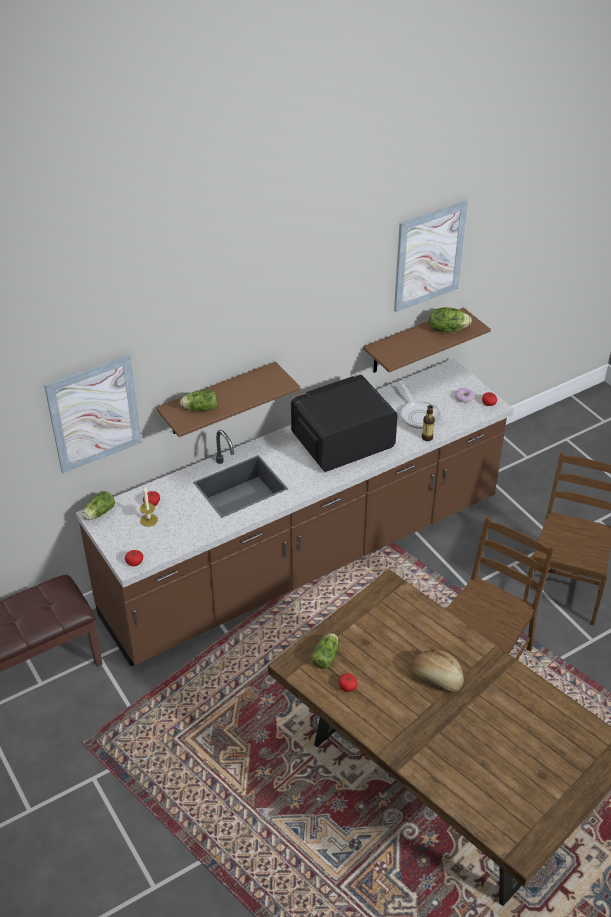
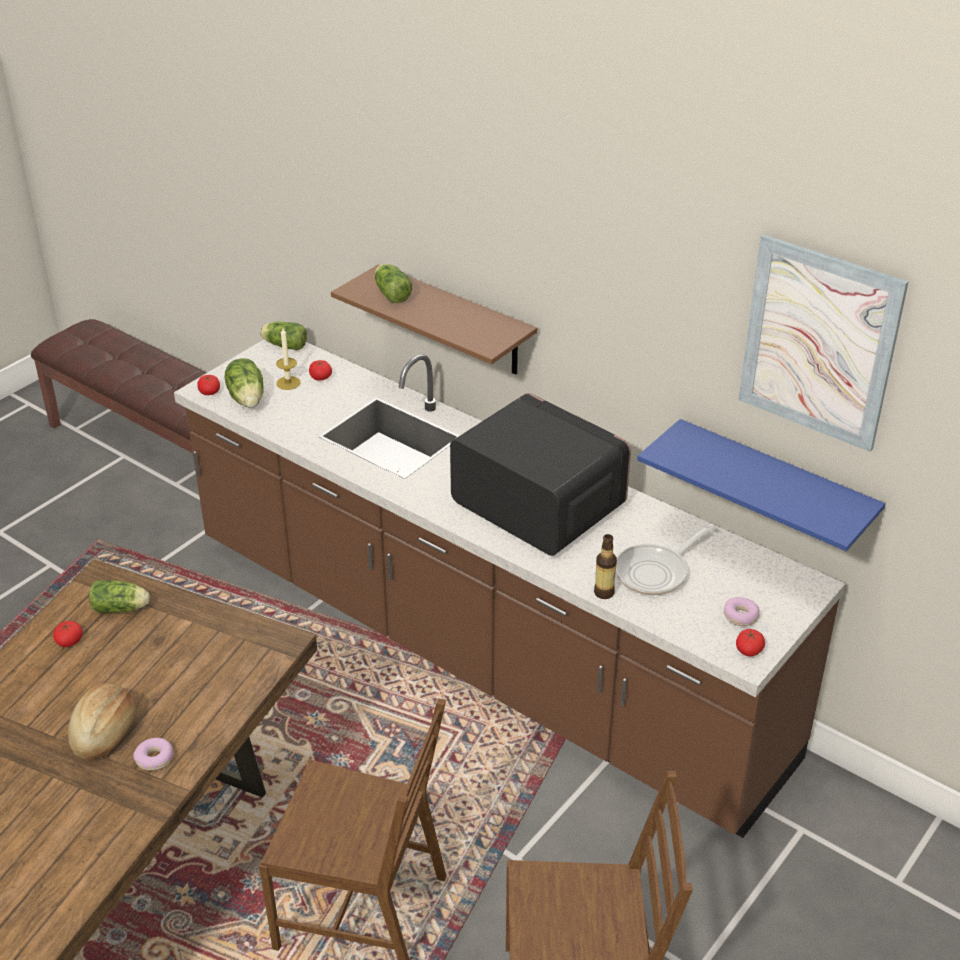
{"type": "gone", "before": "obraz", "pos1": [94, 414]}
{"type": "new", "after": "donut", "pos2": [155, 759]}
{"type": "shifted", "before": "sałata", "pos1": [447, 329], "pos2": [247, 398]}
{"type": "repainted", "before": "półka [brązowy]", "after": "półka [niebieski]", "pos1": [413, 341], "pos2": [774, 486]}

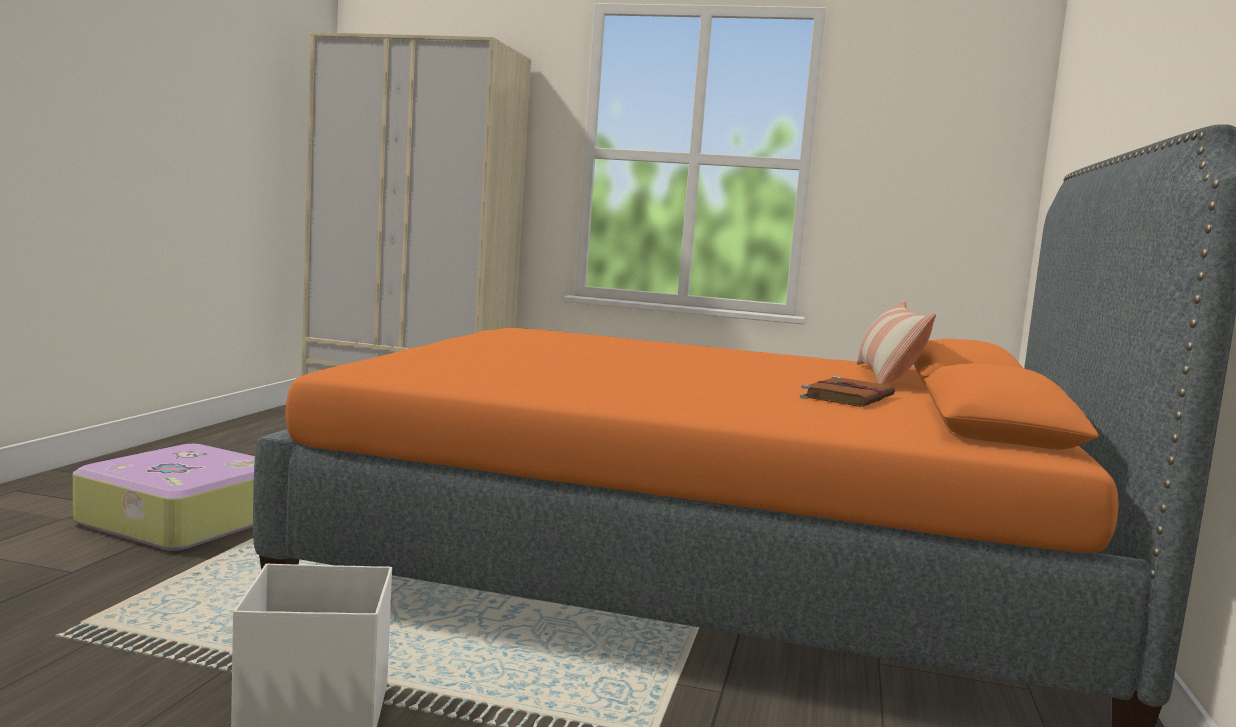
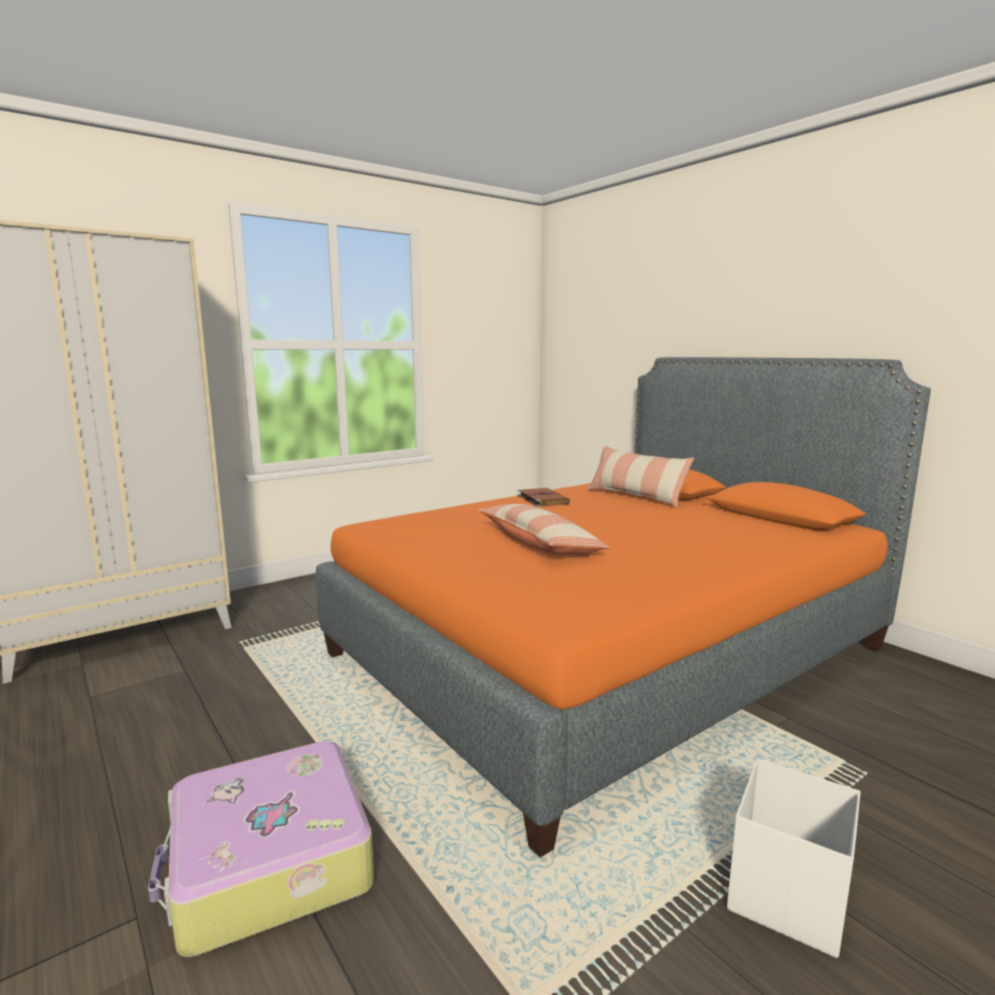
{"type": "new", "after": "poduszka", "pos2": [539, 544]}
{"type": "shifted", "before": "książka [brązowy]", "pos1": [848, 397], "pos2": [542, 499]}

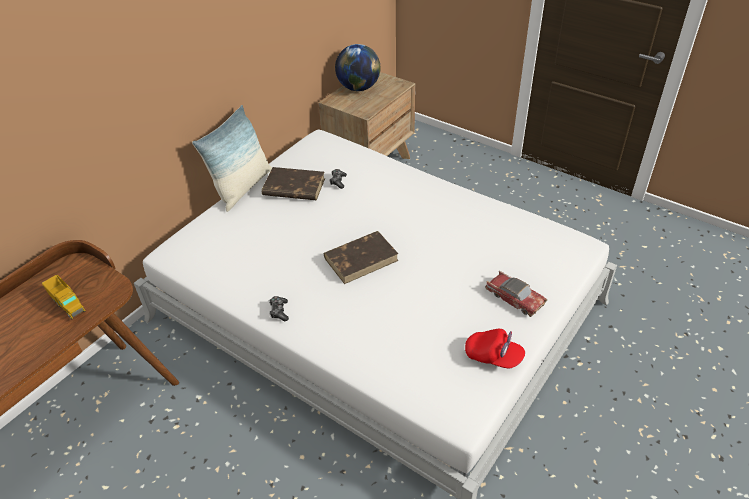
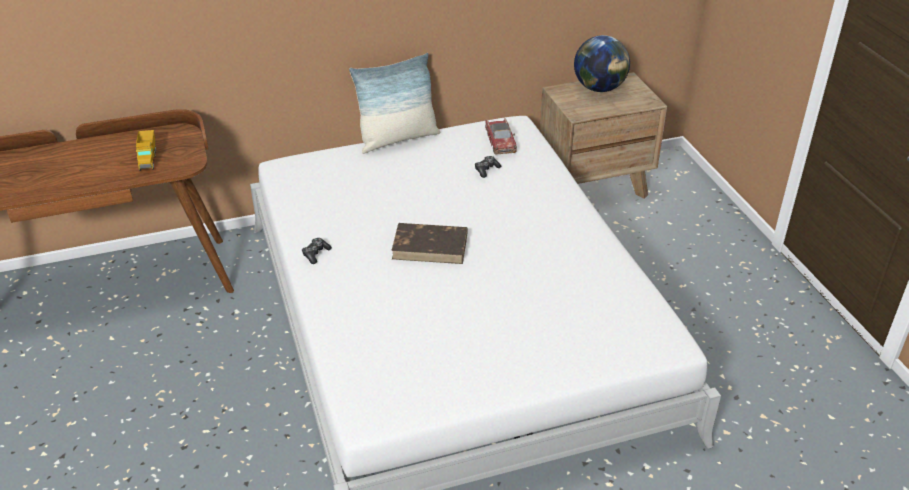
{"type": "gone", "before": "książka [brązowy]", "pos1": [293, 187]}
{"type": "gone", "before": "czapka z daszkiem [czerwony]", "pos1": [493, 356]}
{"type": "shifted", "before": "samochodzik", "pos1": [514, 298], "pos2": [500, 141]}

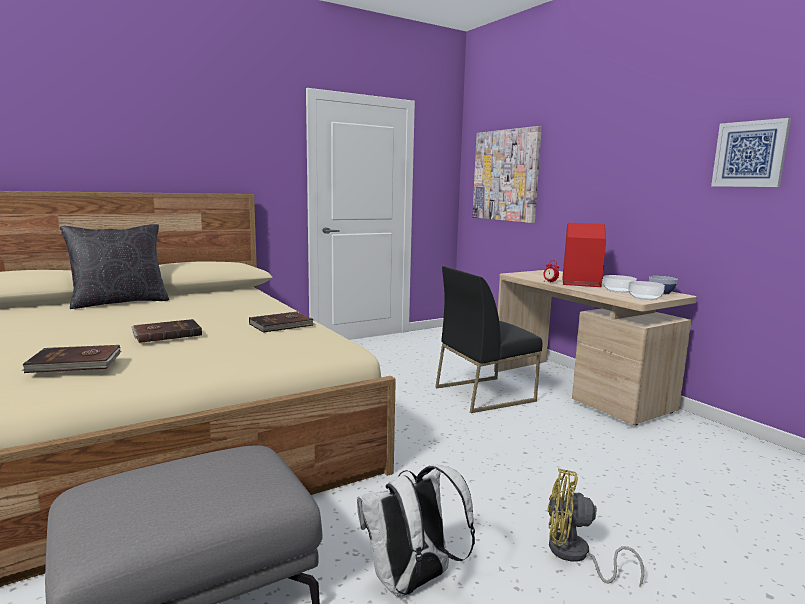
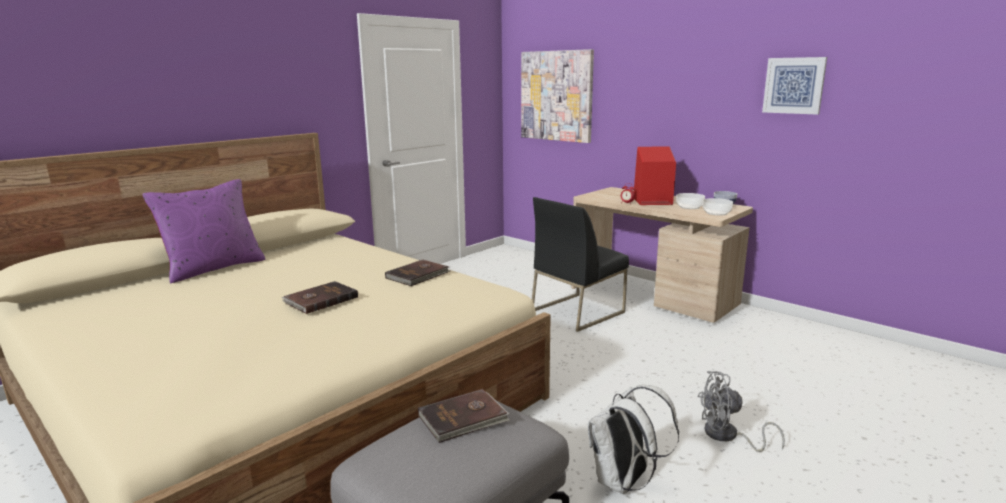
{"type": "shifted", "before": "książka [brązowy]", "pos1": [75, 363], "pos2": [463, 419]}
{"type": "repainted", "before": "poduszka [czarny]", "after": "poduszka [fioletowy]", "pos1": [119, 302], "pos2": [214, 268]}
{"type": "repainted", "before": "wentylator [żółty]", "after": "wentylator [szary]", "pos1": [575, 555], "pos2": [727, 436]}

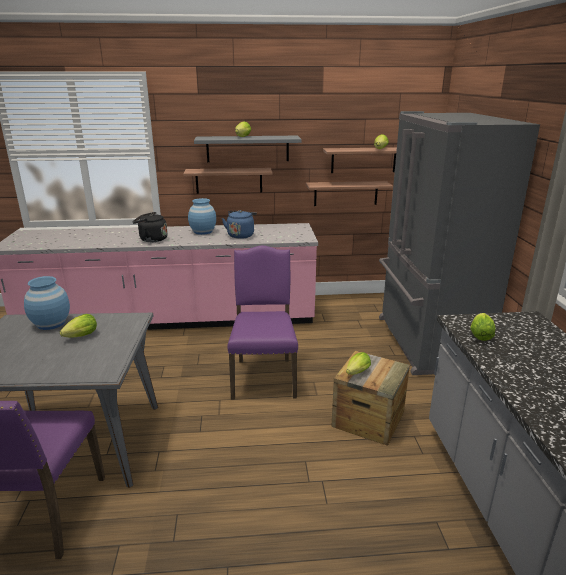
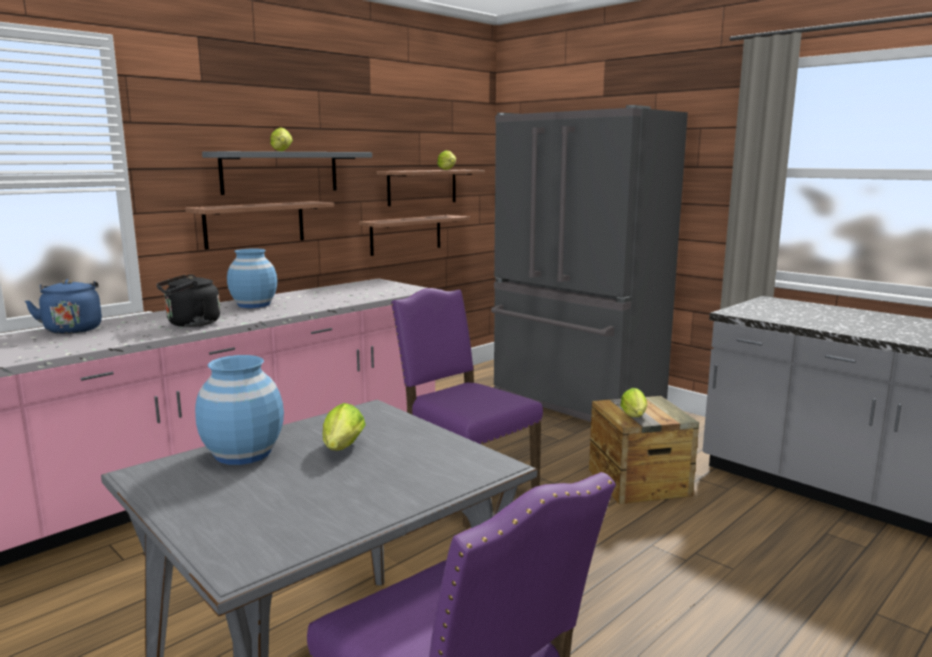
{"type": "gone", "before": "sałata", "pos1": [480, 335]}
{"type": "shifted", "before": "czajnik [niebieski]", "pos1": [241, 235], "pos2": [73, 329]}

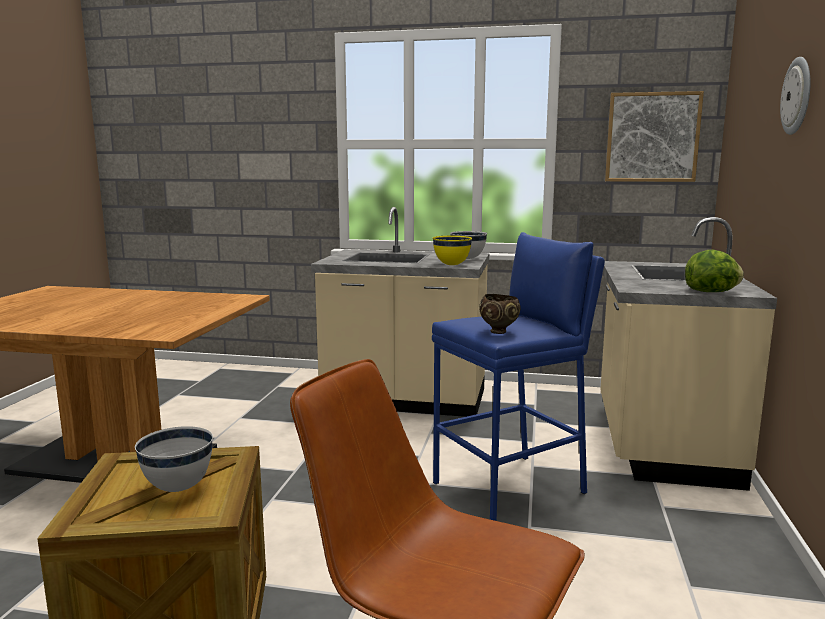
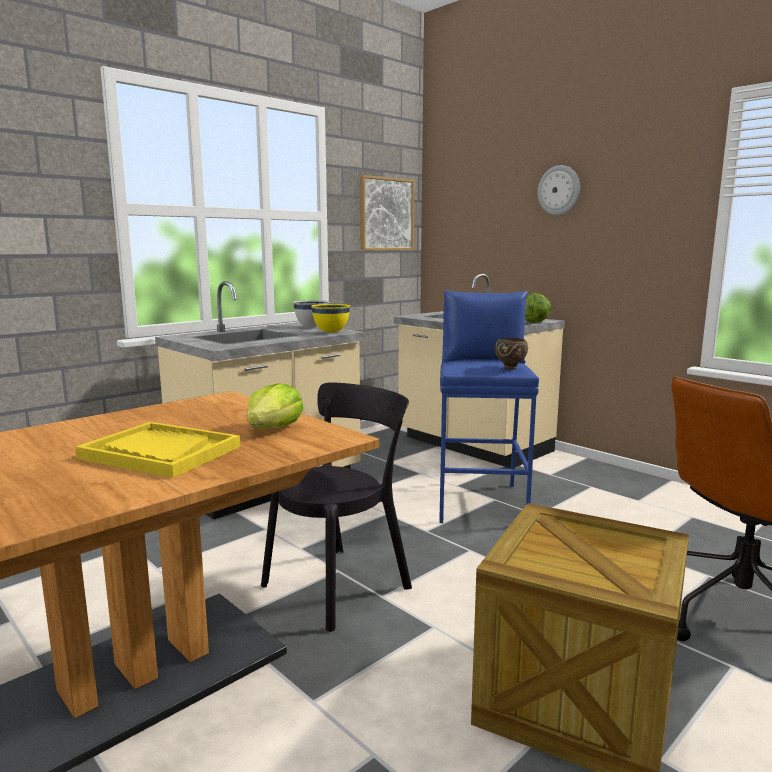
{"type": "gone", "before": "miska [biały]", "pos1": [178, 487]}
{"type": "new", "after": "taca [żółty]", "pos2": [160, 452]}
{"type": "new", "after": "sałata", "pos2": [273, 429]}
{"type": "new", "after": "krzesło [czarny]", "pos2": [341, 583]}

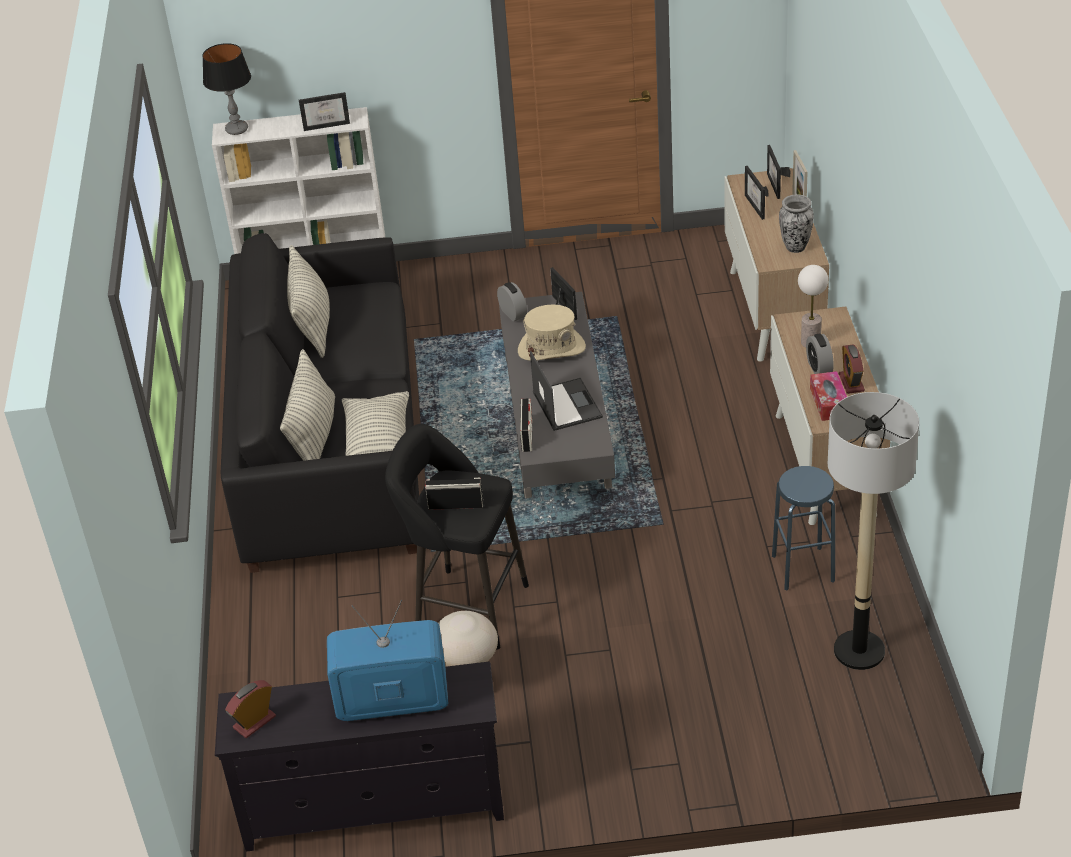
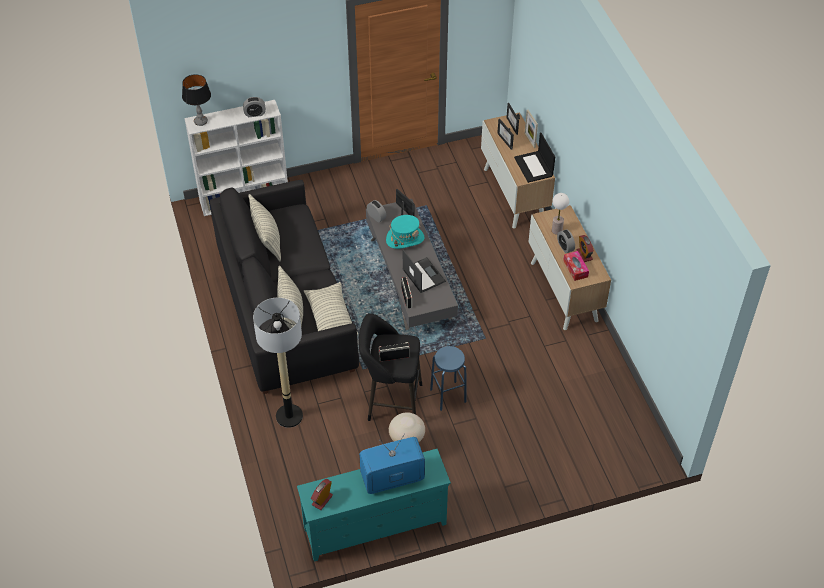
{"type": "shifted", "before": "stołek [niebieski]", "pos1": [803, 568], "pos2": [448, 395]}
{"type": "shifted", "before": "lampa stojąca", "pos1": [859, 651], "pos2": [289, 416]}
{"type": "swapped", "before": "ramka na zdjęcie", "after": "budzik", "pos1": [327, 124], "pos2": [255, 114]}
{"type": "swapped", "before": "wazon", "after": "laptop", "pos1": [795, 247], "pos2": [534, 167]}
{"type": "repainted", "before": "szafka pod telewizor [czarny]", "after": "szafka pod telewizor [turkusowy]", "pos1": [374, 808], "pos2": [375, 527]}
{"type": "repainted", "before": "kapelusz [beżowy]", "after": "kapelusz [turkusowy]", "pos1": [551, 349], "pos2": [405, 239]}

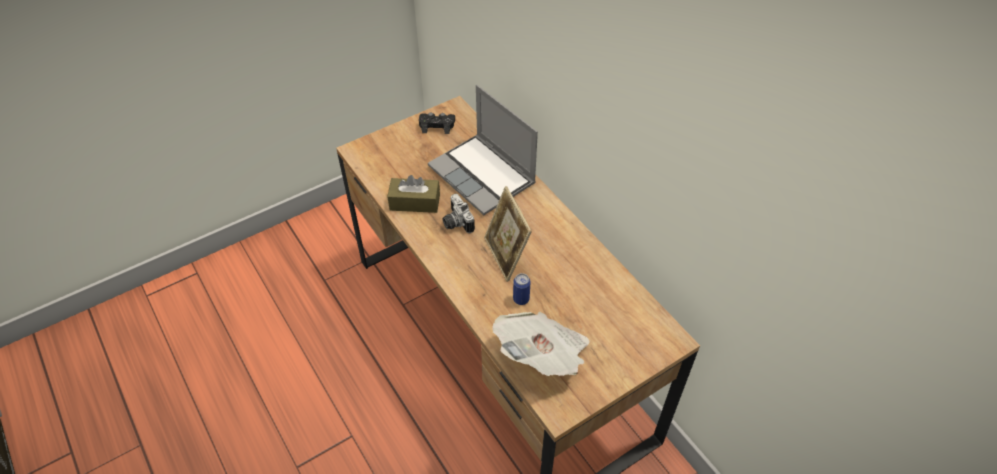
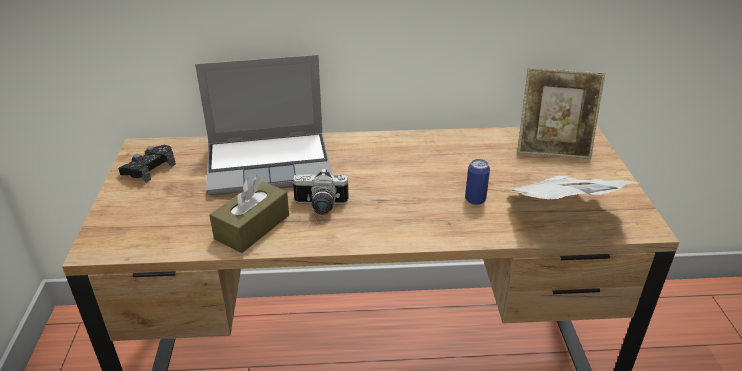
{"type": "shifted", "before": "ramka na zdjęcie", "pos1": [506, 256], "pos2": [553, 149]}

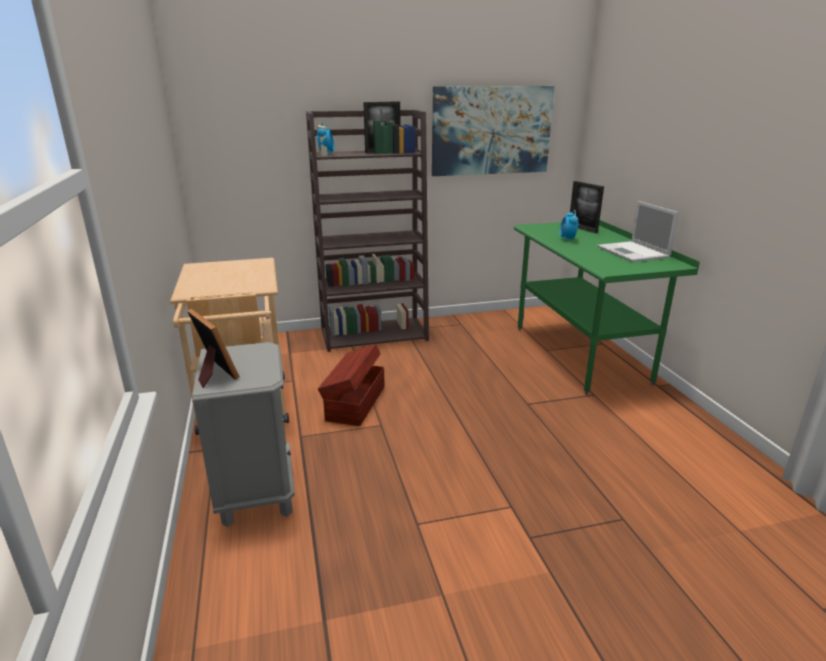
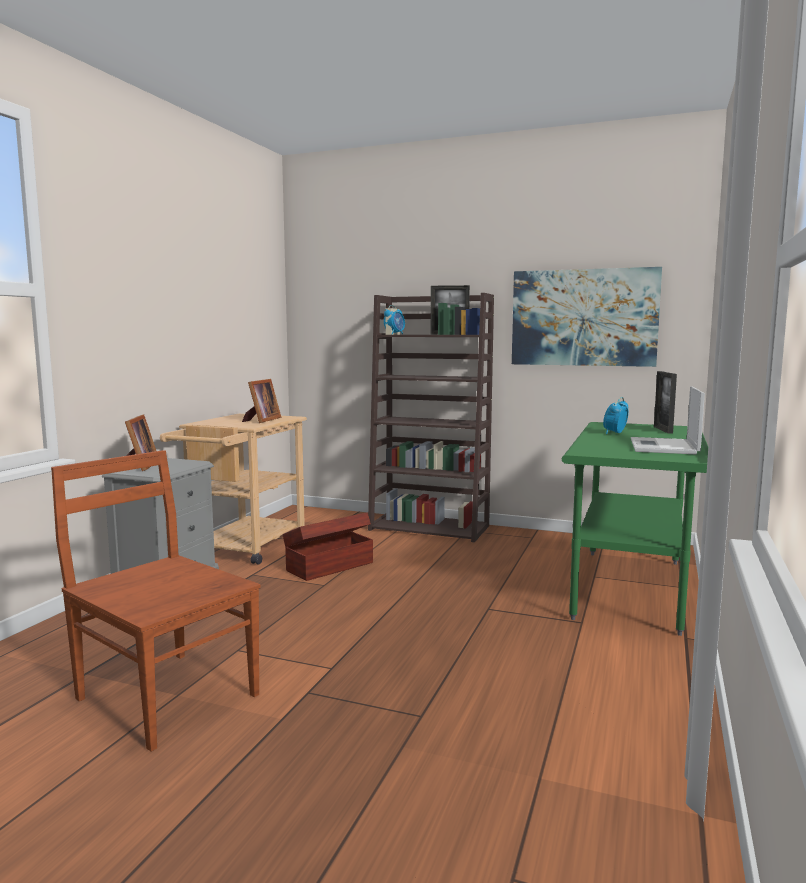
{"type": "new", "after": "krzesło [brązowy]", "pos2": [165, 695]}
{"type": "new", "after": "ramka na zdjęcie", "pos2": [261, 420]}

